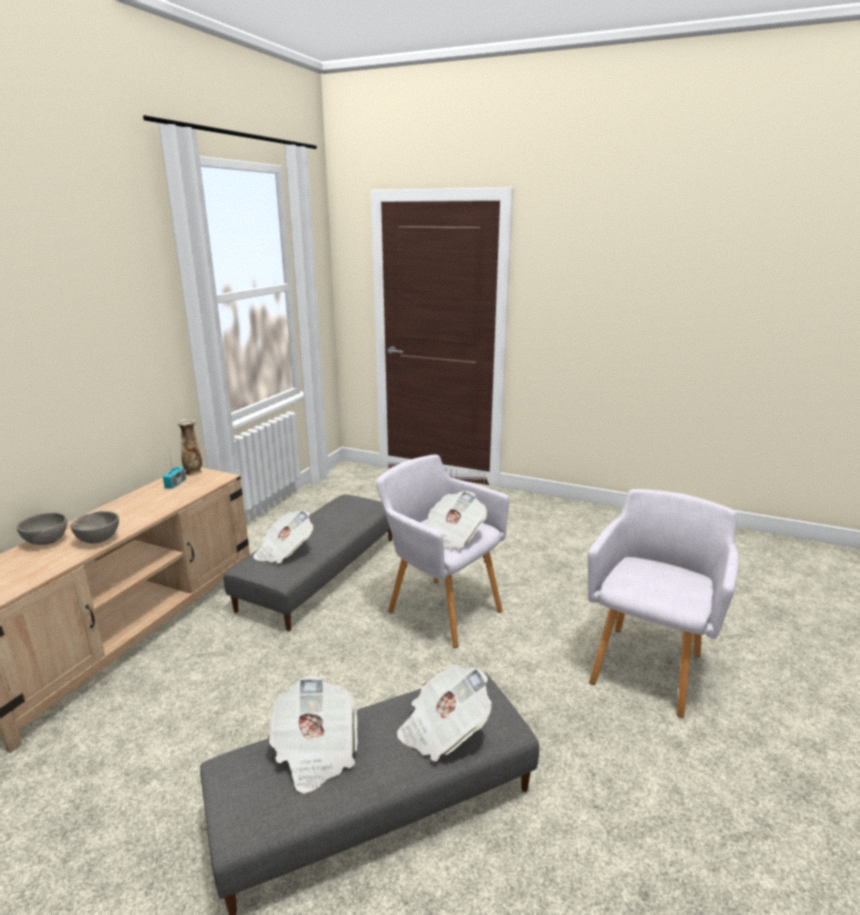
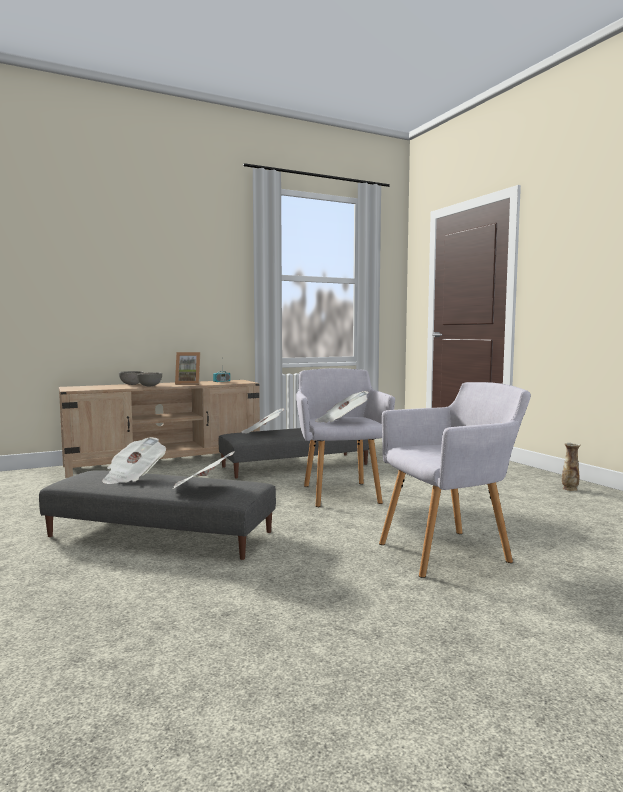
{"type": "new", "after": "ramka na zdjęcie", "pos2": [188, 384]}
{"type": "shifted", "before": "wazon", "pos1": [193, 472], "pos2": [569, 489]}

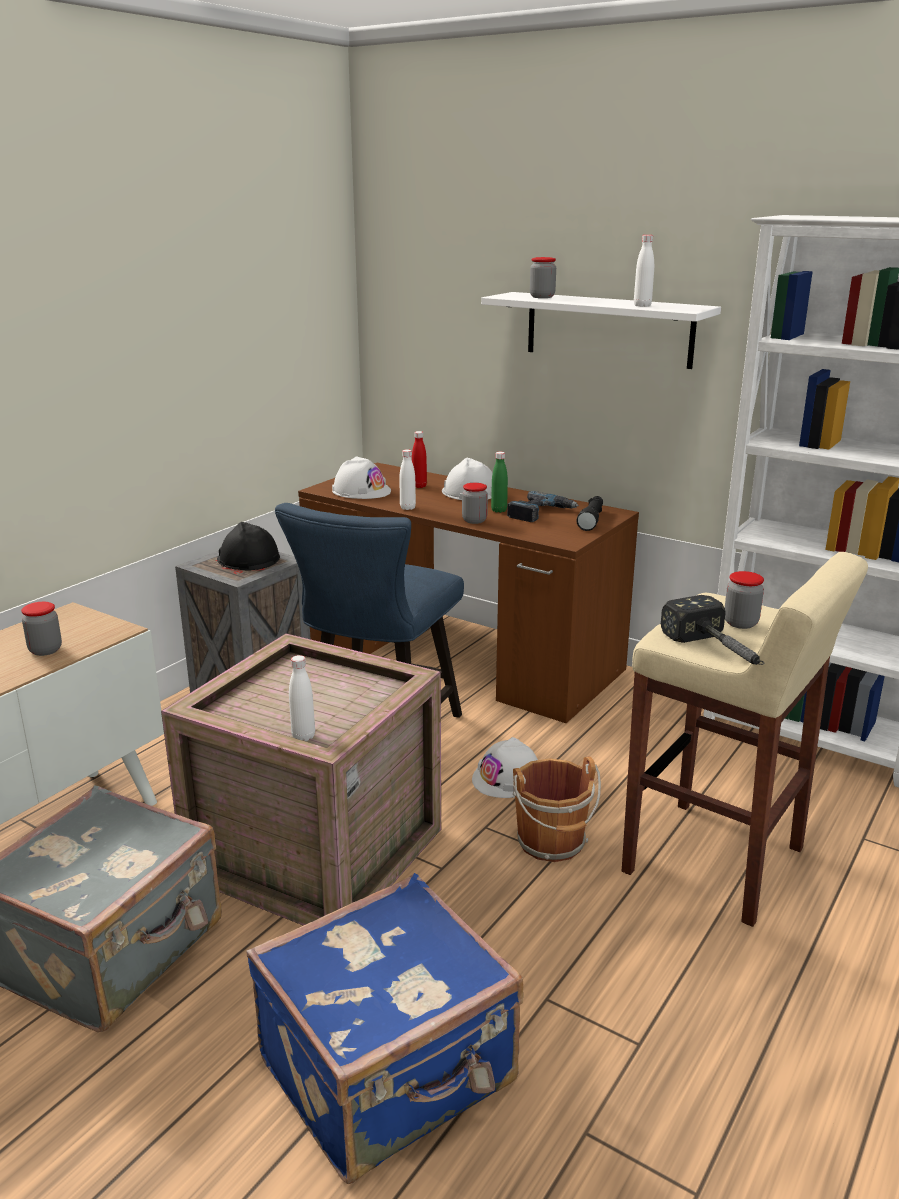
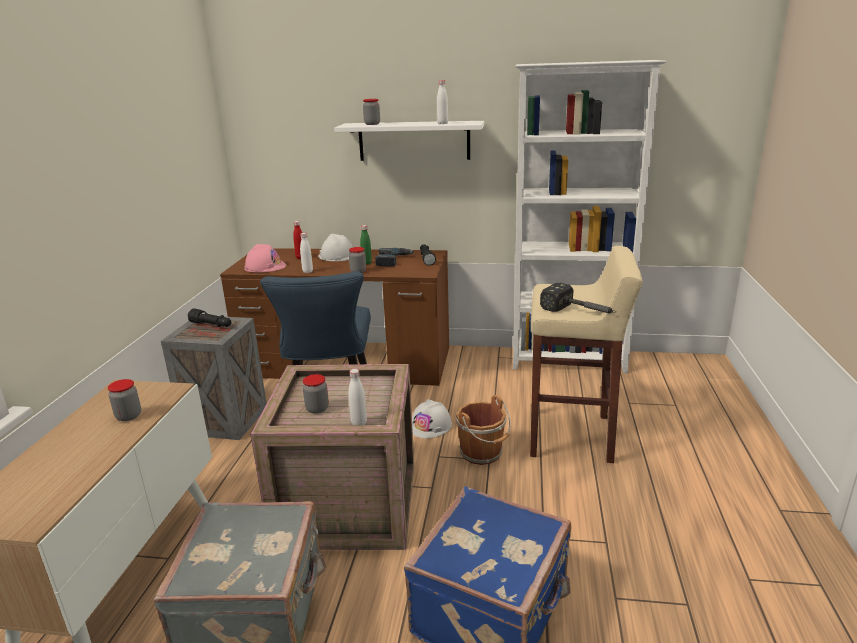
{"type": "shifted", "before": "słoik", "pos1": [740, 623], "pos2": [317, 409]}
{"type": "swapped", "before": "kask [czarny]", "after": "latarka [czarny]", "pos1": [248, 559], "pos2": [212, 325]}
{"type": "repainted", "before": "kask [biały]", "after": "kask [różowy]", "pos1": [361, 491], "pos2": [265, 266]}

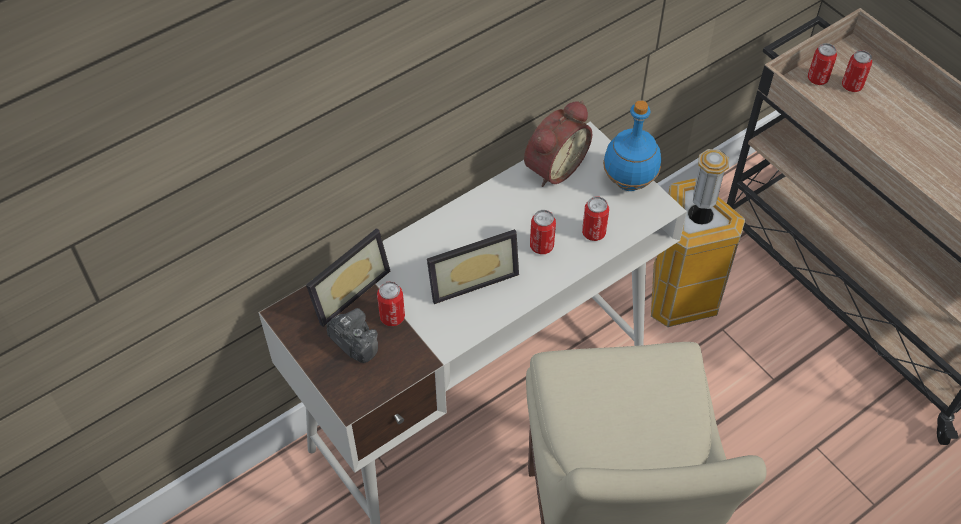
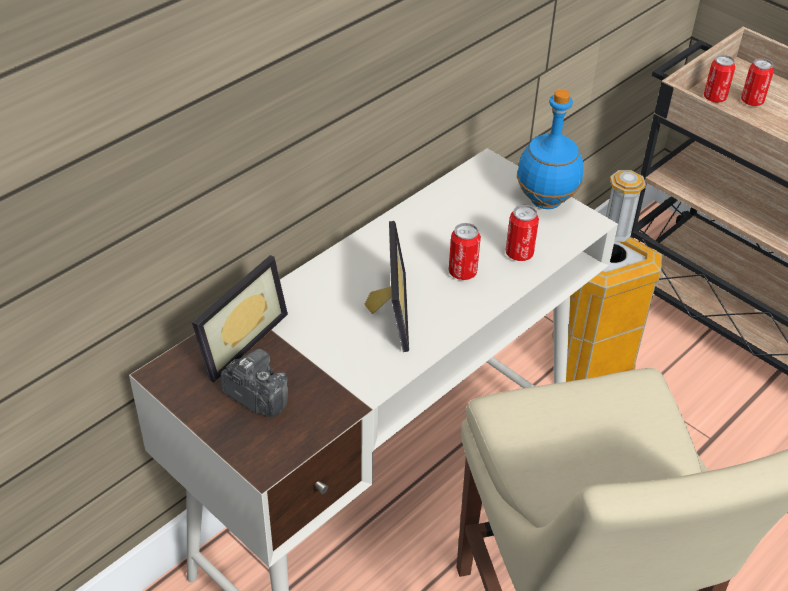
{"type": "gone", "before": "puszka", "pos1": [392, 317]}
{"type": "gone", "before": "budzik", "pos1": [553, 166]}
{"type": "rotated", "before": "ramka na zdjęcie", "pos1": [470, 276], "pos2": [385, 311], "turn": -60}

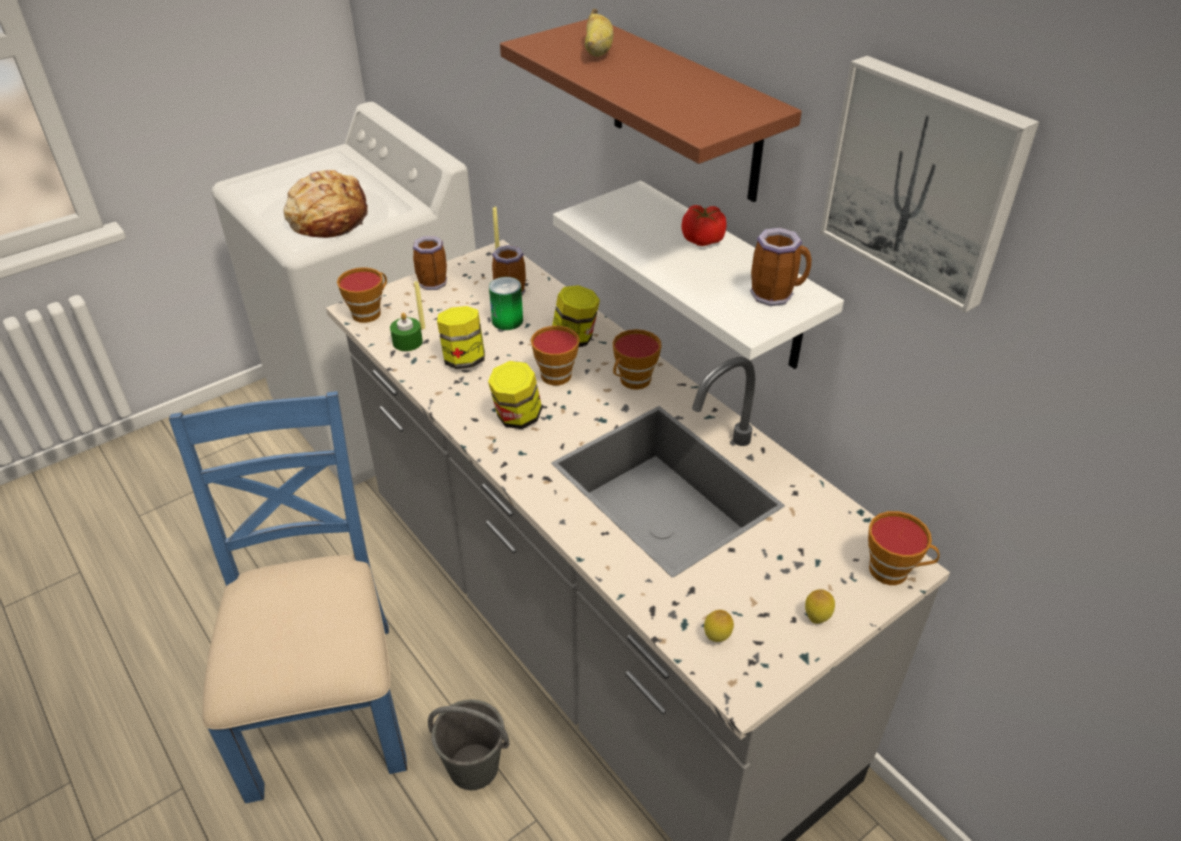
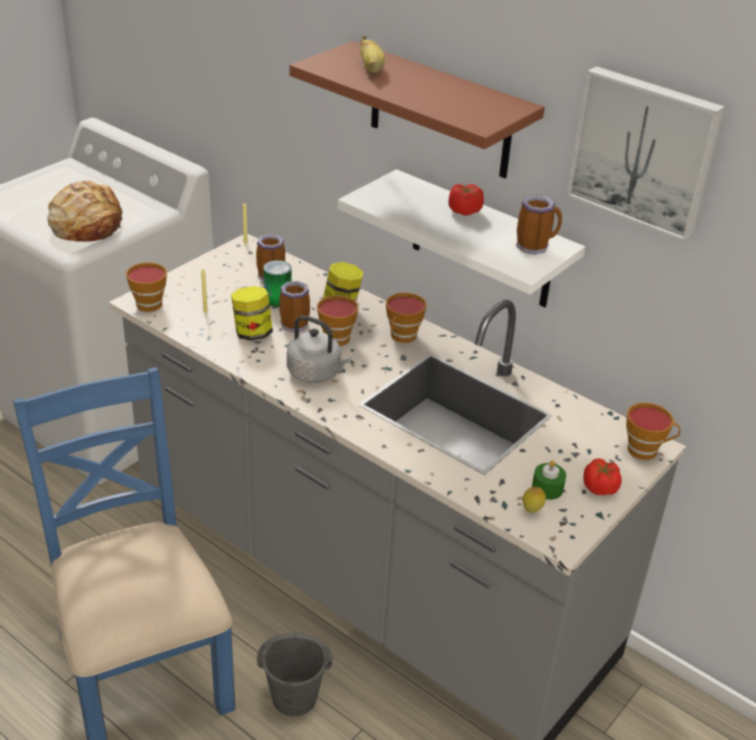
{"type": "shifted", "before": "świeca [zielony]", "pos1": [407, 342], "pos2": [547, 488]}
{"type": "shifted", "before": "kubek", "pos1": [430, 281], "pos2": [291, 324]}
{"type": "swapped", "before": "słoik", "after": "czajnik [szary]", "pos1": [517, 418], "pos2": [316, 374]}
{"type": "swapped", "before": "cytryna", "after": "pomidor", "pos1": [816, 618], "pos2": [600, 488]}

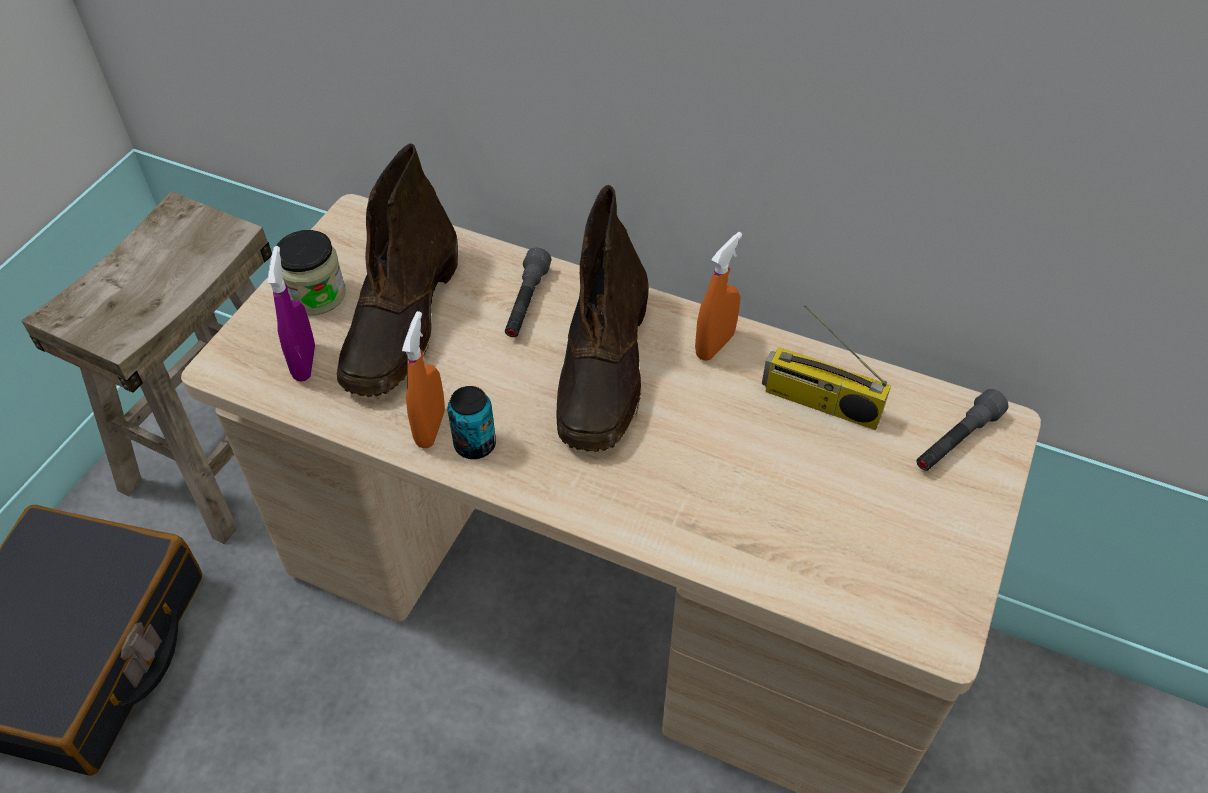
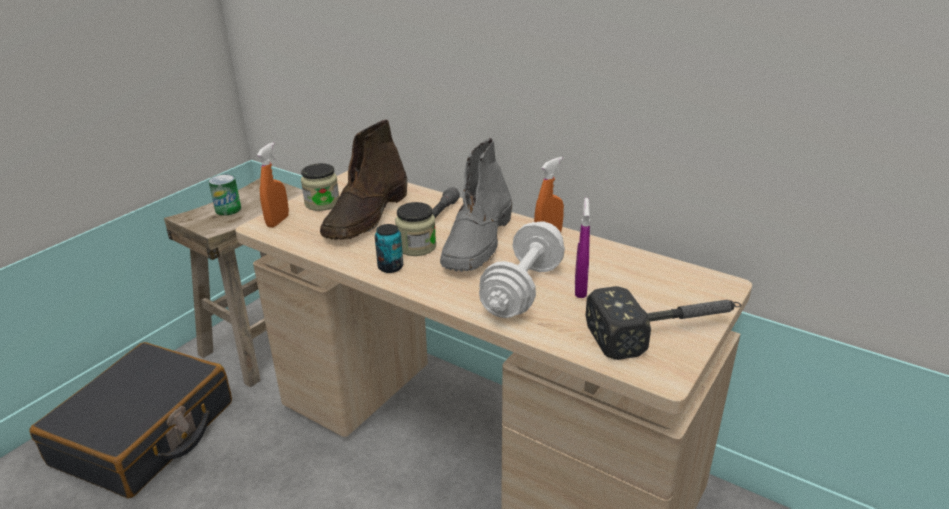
{"type": "gone", "before": "radio", "pos1": [819, 403]}
{"type": "gone", "before": "latarka [szary]", "pos1": [956, 441]}
{"type": "new", "after": "puszka", "pos2": [228, 209]}
{"type": "new", "after": "słoik", "pos2": [416, 247]}
{"type": "new", "after": "hantel [biały]", "pos2": [523, 290]}
{"type": "new", "after": "młotek", "pos2": [667, 331]}
{"type": "shifted", "before": "spryskiwacz [fioletowy]", "pos1": [304, 363], "pos2": [580, 289]}
{"type": "shifted", "before": "spryskiwacz [pomarańczowy]", "pos1": [430, 428], "pos2": [278, 221]}
{"type": "repainted", "before": "but z cholewką [brązowy]", "after": "but z cholewką [szary]", "pos1": [604, 369], "pos2": [477, 243]}

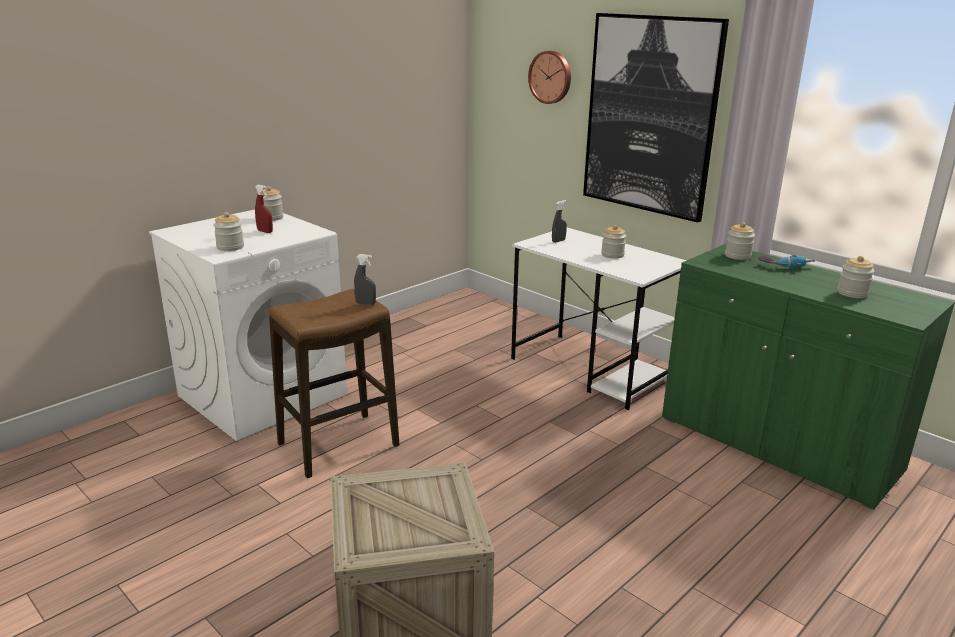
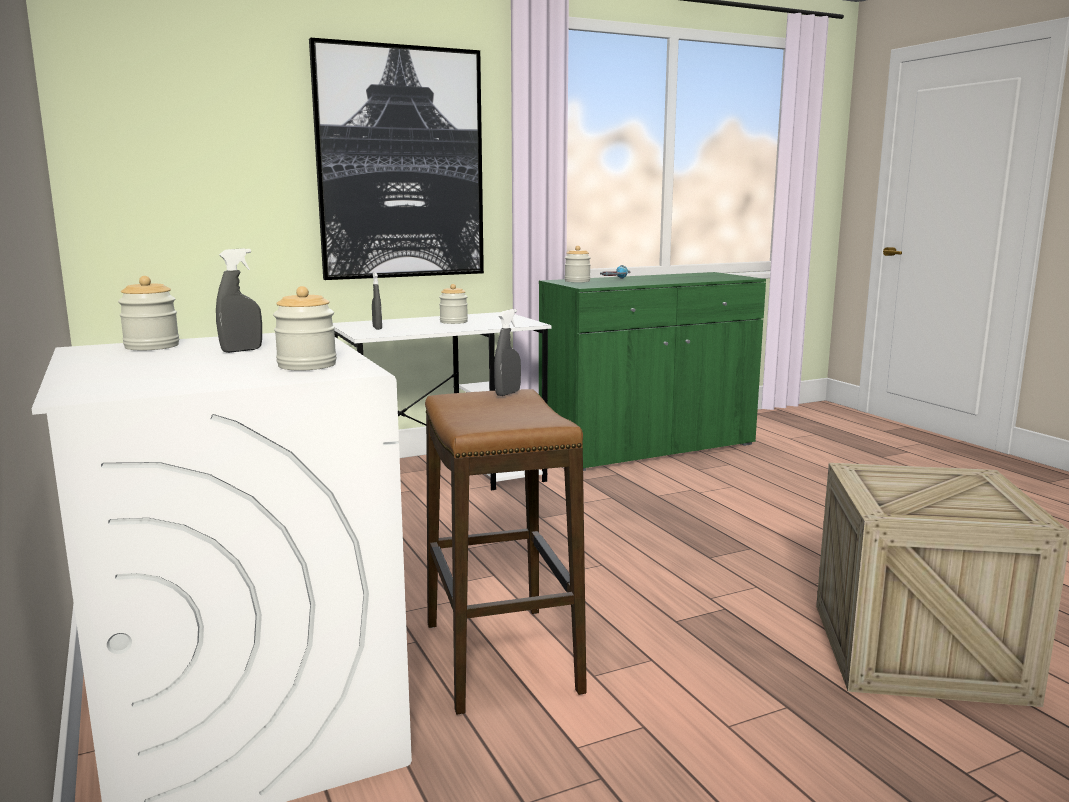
{"type": "gone", "before": "zegar ścienny", "pos1": [551, 77]}
{"type": "gone", "before": "słoik", "pos1": [852, 293]}
{"type": "repainted", "before": "spryskiwacz [czerwony]", "after": "spryskiwacz [szary]", "pos1": [265, 231], "pos2": [241, 350]}

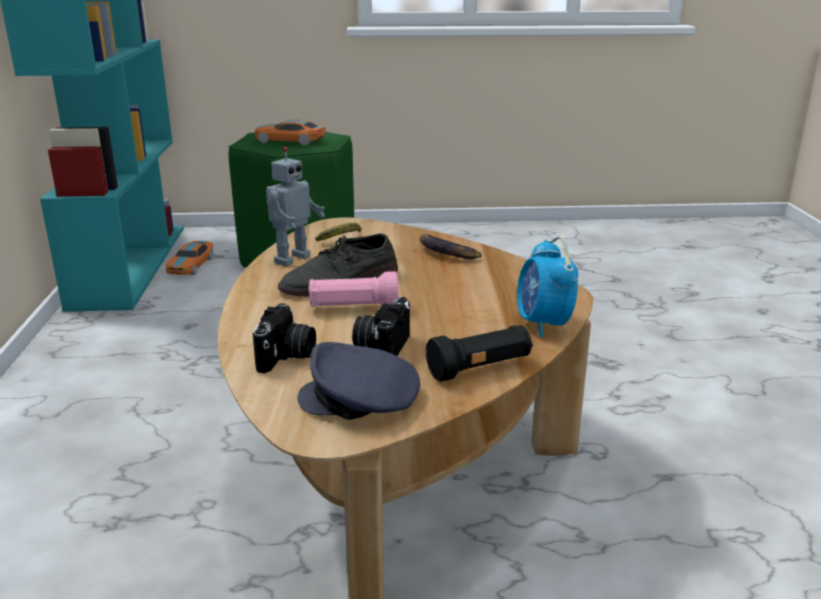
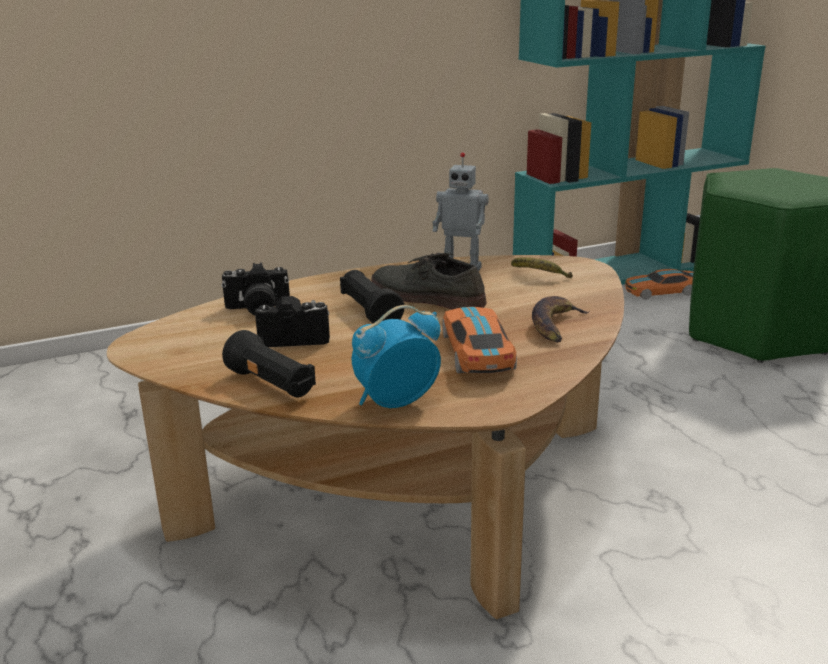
{"type": "gone", "before": "czapka z daszkiem [szary]", "pos1": [360, 401]}
{"type": "shifted", "before": "samochodzik", "pos1": [290, 141], "pos2": [477, 352]}
{"type": "repainted", "before": "latarka [różowy]", "after": "latarka [czarny]", "pos1": [353, 308], "pos2": [370, 312]}

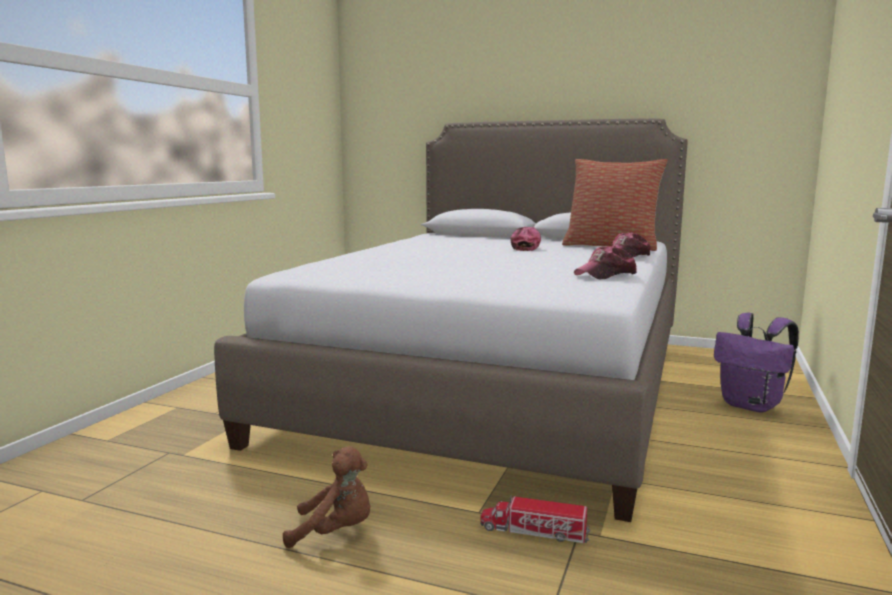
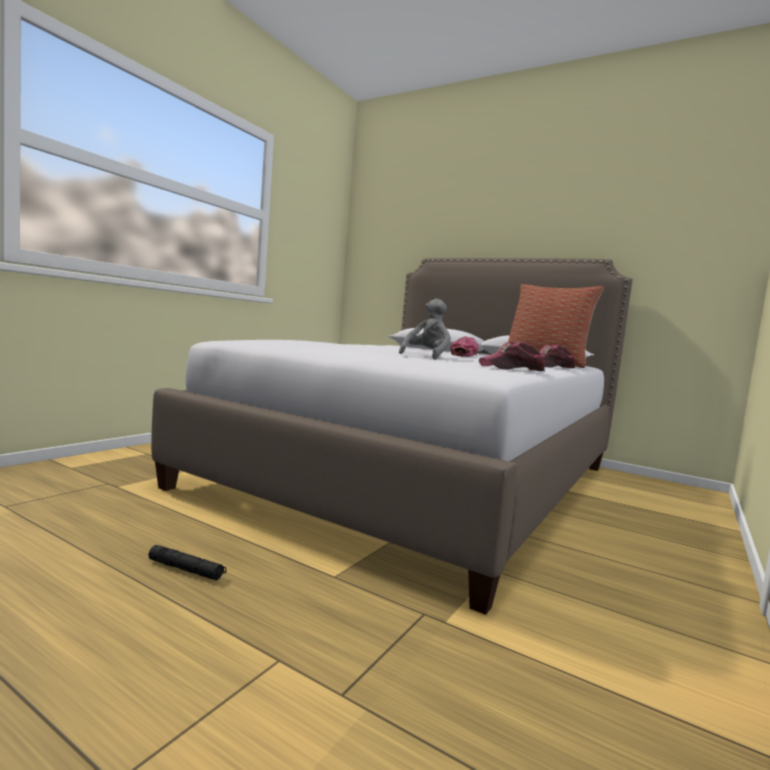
{"type": "gone", "before": "ciężarówka zabawkowa", "pos1": [534, 532]}
{"type": "gone", "before": "plecak [fioletowy]", "pos1": [752, 406]}
{"type": "new", "after": "pluszak [szary]", "pos2": [426, 357]}
{"type": "swapped", "before": "pluszak [brązowy]", "after": "latarka [czarny]", "pos1": [335, 532], "pos2": [186, 570]}

